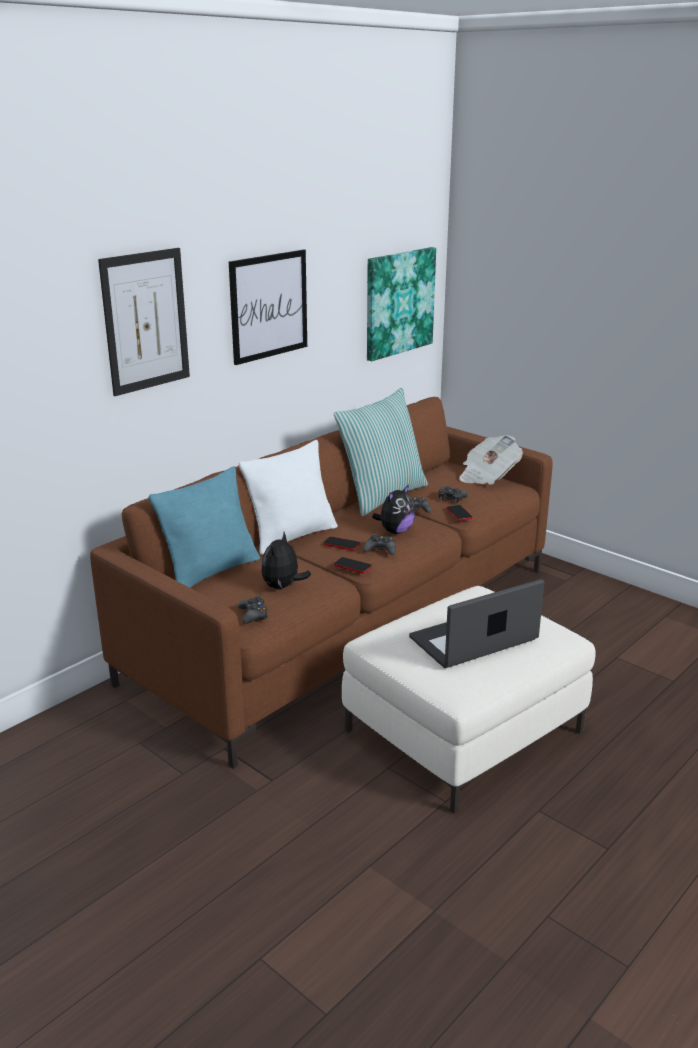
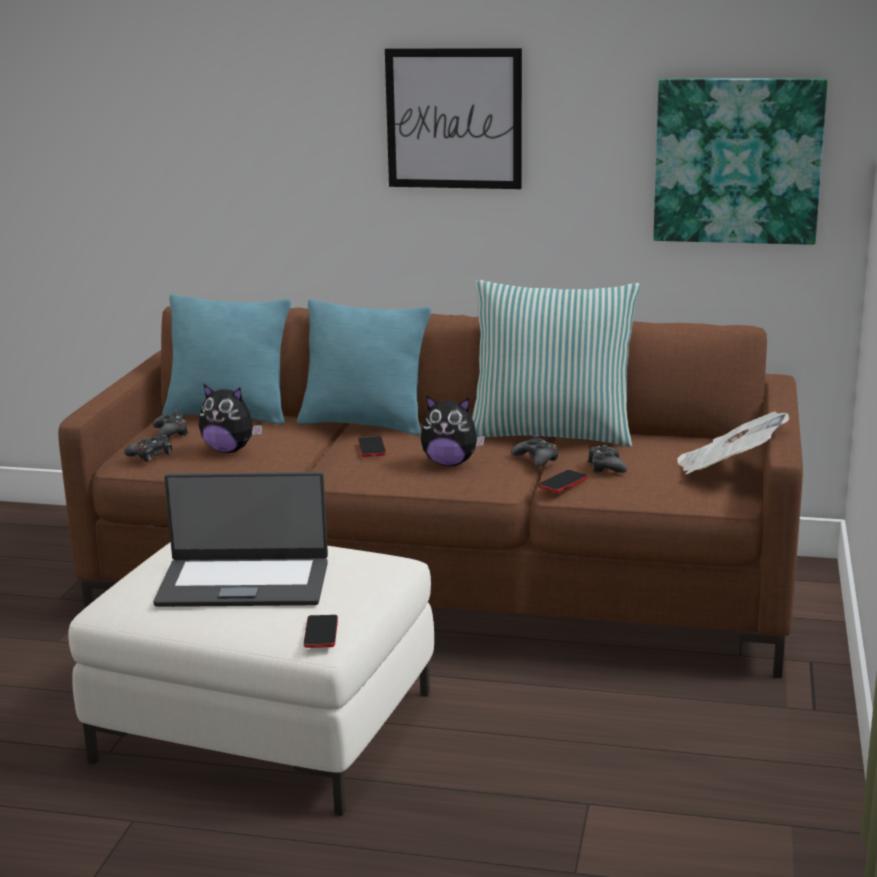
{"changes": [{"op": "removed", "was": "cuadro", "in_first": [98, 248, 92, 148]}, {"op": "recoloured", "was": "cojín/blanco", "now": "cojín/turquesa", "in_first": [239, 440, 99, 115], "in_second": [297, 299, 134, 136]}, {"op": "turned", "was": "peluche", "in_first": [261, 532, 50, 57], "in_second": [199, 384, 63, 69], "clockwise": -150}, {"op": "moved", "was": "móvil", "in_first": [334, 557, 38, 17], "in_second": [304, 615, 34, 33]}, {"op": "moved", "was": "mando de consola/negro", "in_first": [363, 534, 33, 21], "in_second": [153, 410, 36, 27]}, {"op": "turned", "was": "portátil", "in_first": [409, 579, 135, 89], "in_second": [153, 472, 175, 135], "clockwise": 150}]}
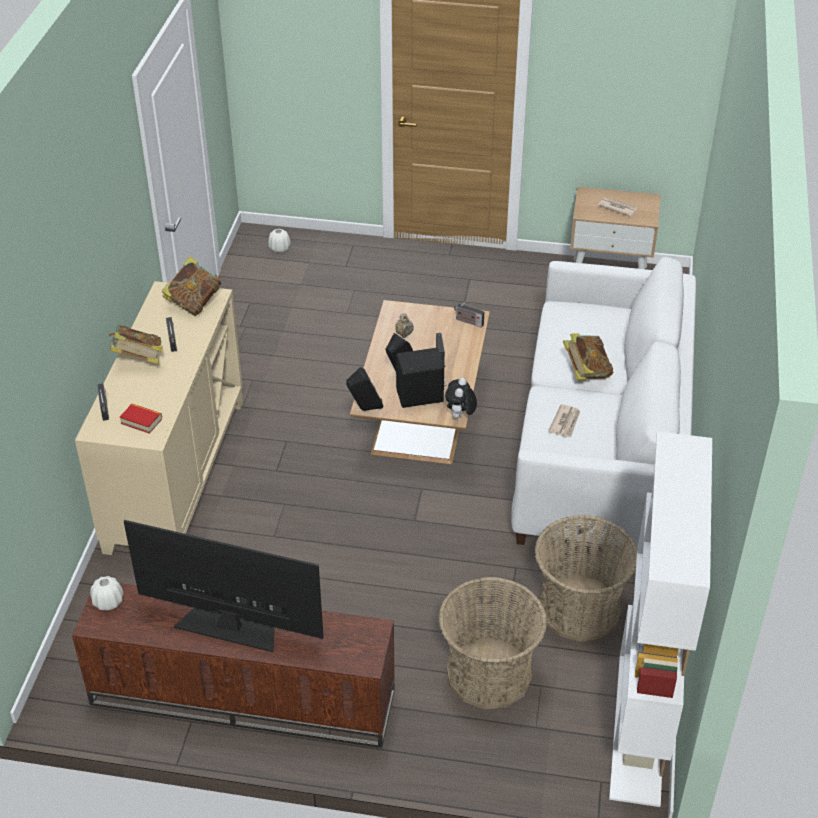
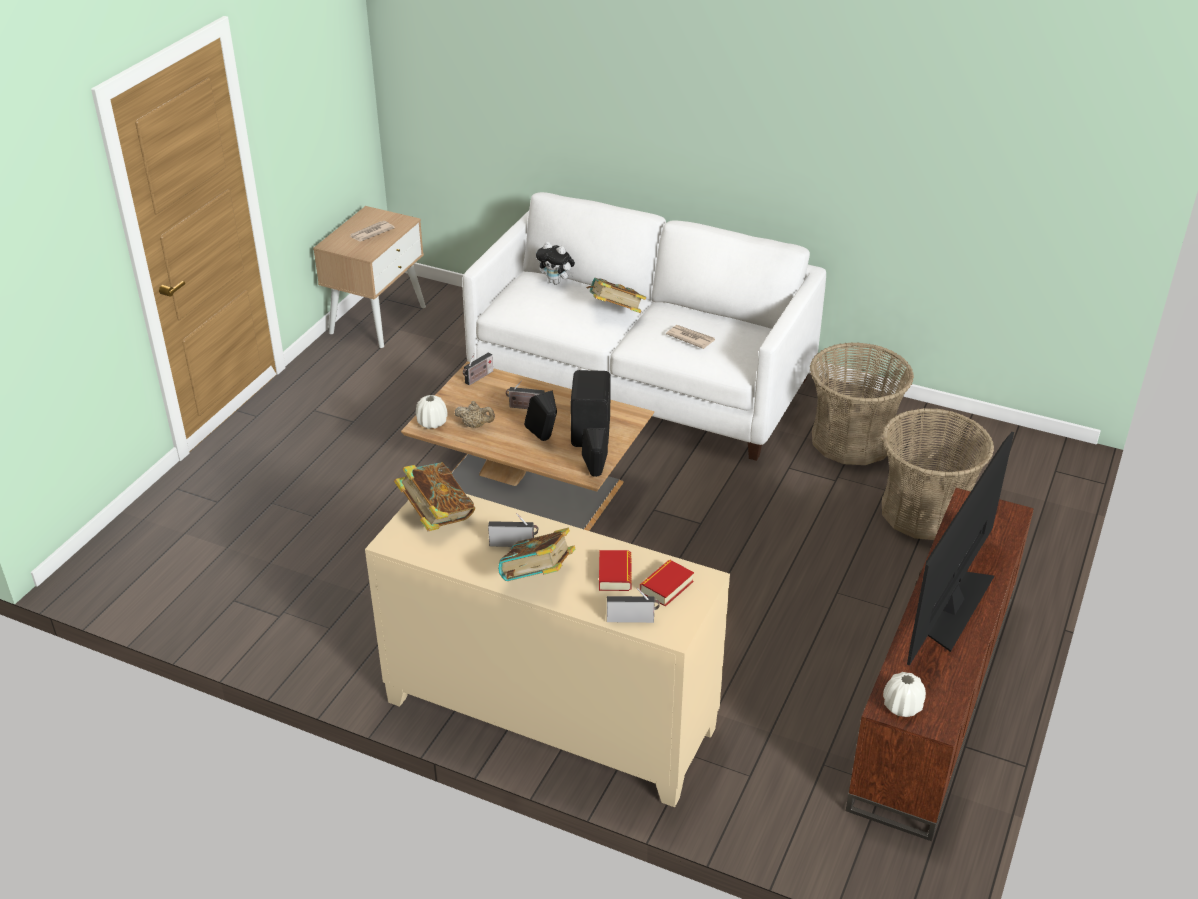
{"changes": [{"op": "moved", "was": "florero/blanco", "in_first": [268, 229, 22, 24], "in_second": [416, 395, 32, 34]}, {"op": "moved", "was": "peluche", "in_first": [445, 378, 32, 40], "in_second": [536, 242, 39, 43]}, {"op": "removed", "was": "estantería/blanco", "in_first": [609, 432, 103, 375]}, {"op": "added", "now": "libro", "in_second": [599, 550, 33, 41]}]}
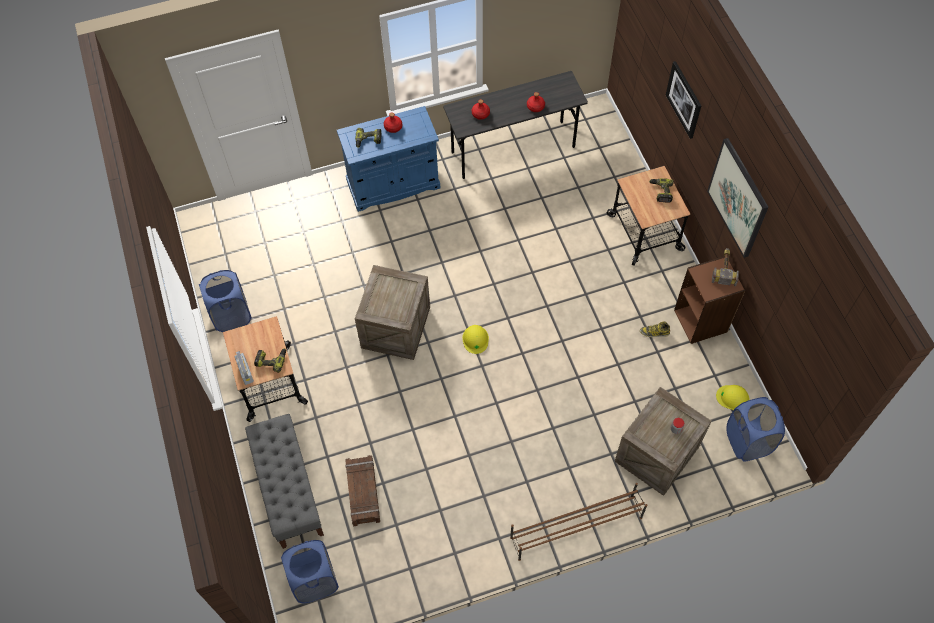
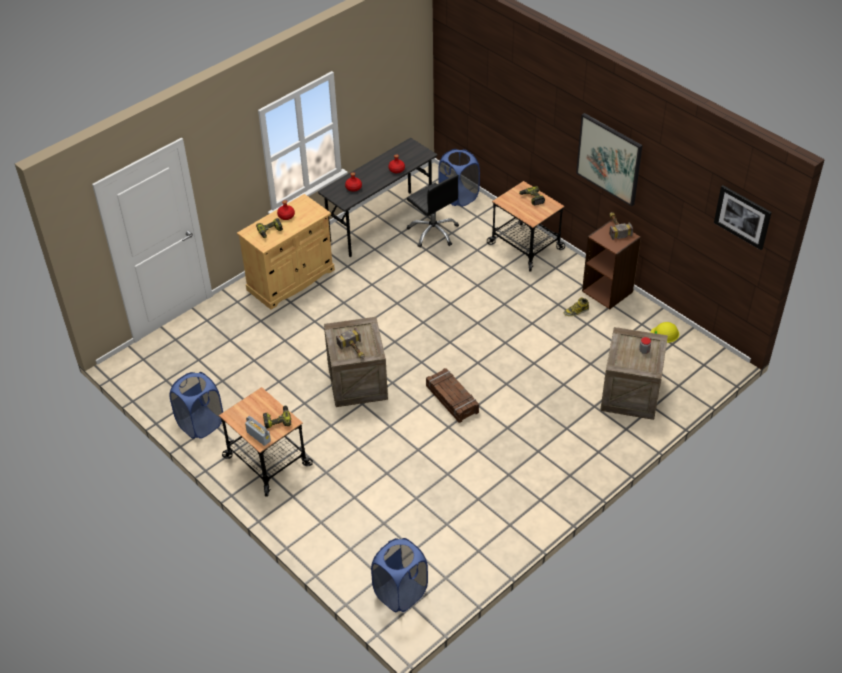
{"changes": [{"op": "removed", "was": "banco/gris", "in_first": [245, 414, 79, 135]}, {"op": "recoloured", "was": "armario/azul", "now": "armario/beis", "in_first": [337, 106, 103, 106], "in_second": [237, 194, 98, 116]}, {"op": "moved", "was": "caja de embalaje", "in_first": [345, 455, 35, 71], "in_second": [426, 368, 53, 55]}, {"op": "removed", "was": "casco/amarillo", "in_first": [462, 325, 27, 29]}, {"op": "removed", "was": "zapatero/marrón", "in_first": [510, 483, 137, 78]}, {"op": "moved", "was": "cuadro", "in_first": [666, 61, 35, 78], "in_second": [714, 185, 58, 65]}, {"op": "moved", "was": "cesto de la ropa/azul", "in_first": [727, 397, 58, 64], "in_second": [438, 149, 42, 58]}, {"op": "added", "now": "martillo", "in_second": [336, 328, 29, 31]}, {"op": "added", "now": "silla de oficina/negro", "in_second": [407, 175, 52, 73]}]}
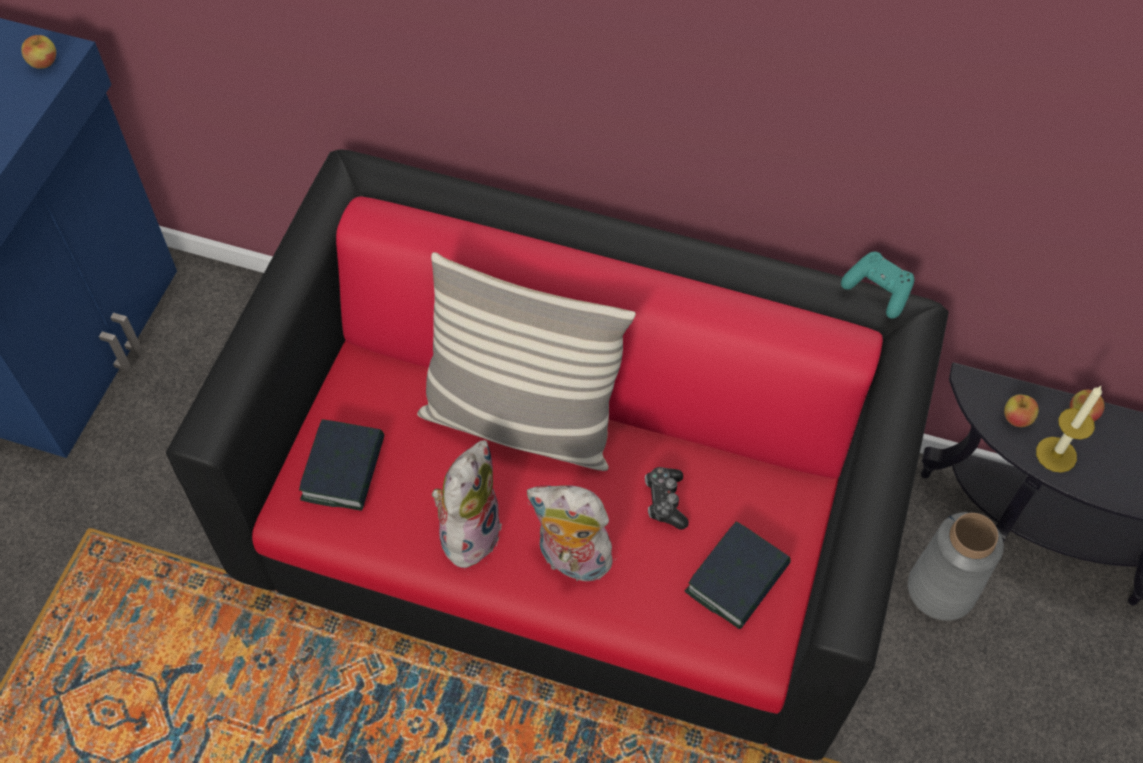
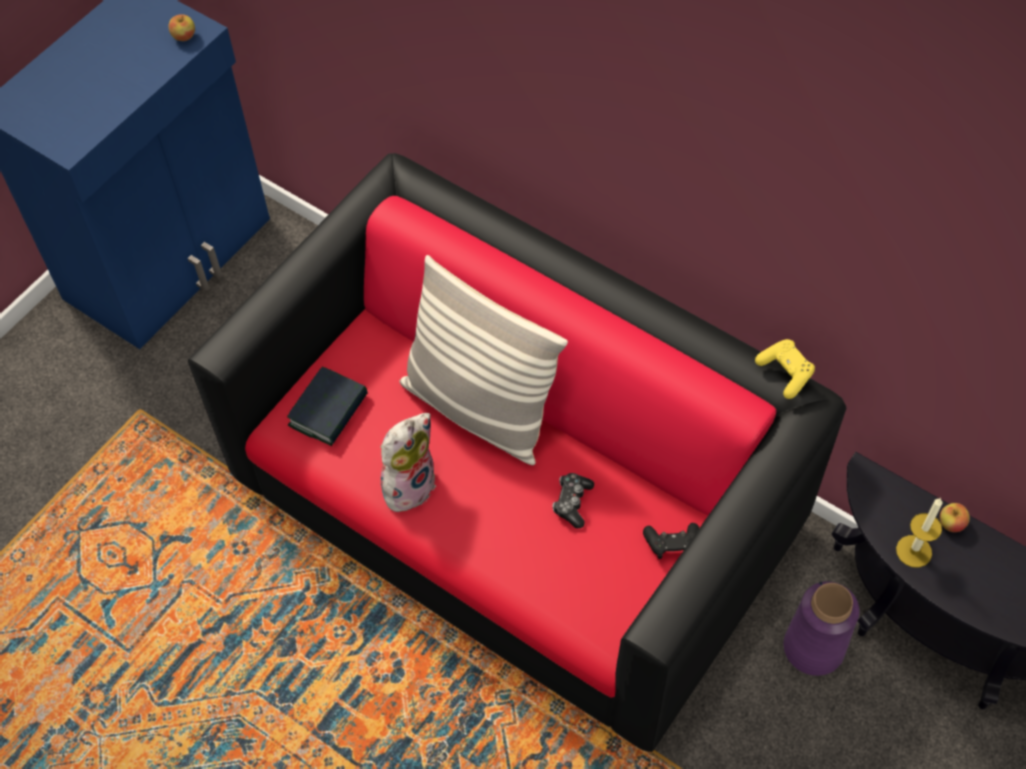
{"changes": [{"op": "removed", "was": "peluche", "in_first": [527, 485, 89, 101]}, {"op": "removed", "was": "libro", "in_first": [685, 521, 106, 108]}, {"op": "recoloured", "was": "mando de consola/turquesa", "now": "mando de consola/amarillo", "in_first": [841, 252, 73, 67], "in_second": [755, 339, 60, 60]}, {"op": "recoloured", "was": "florero/gris", "now": "florero/morado", "in_first": [908, 512, 96, 109], "in_second": [783, 581, 77, 95]}, {"op": "removed", "was": "manzana", "in_first": [1004, 395, 35, 32]}, {"op": "added", "now": "mando de consola/negro", "in_second": [643, 523, 56, 36]}]}
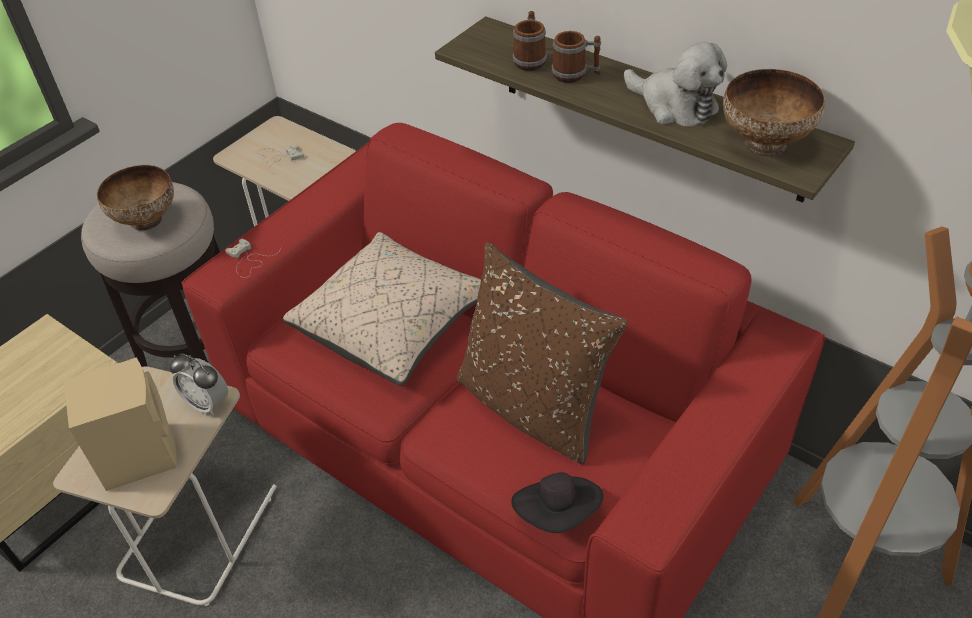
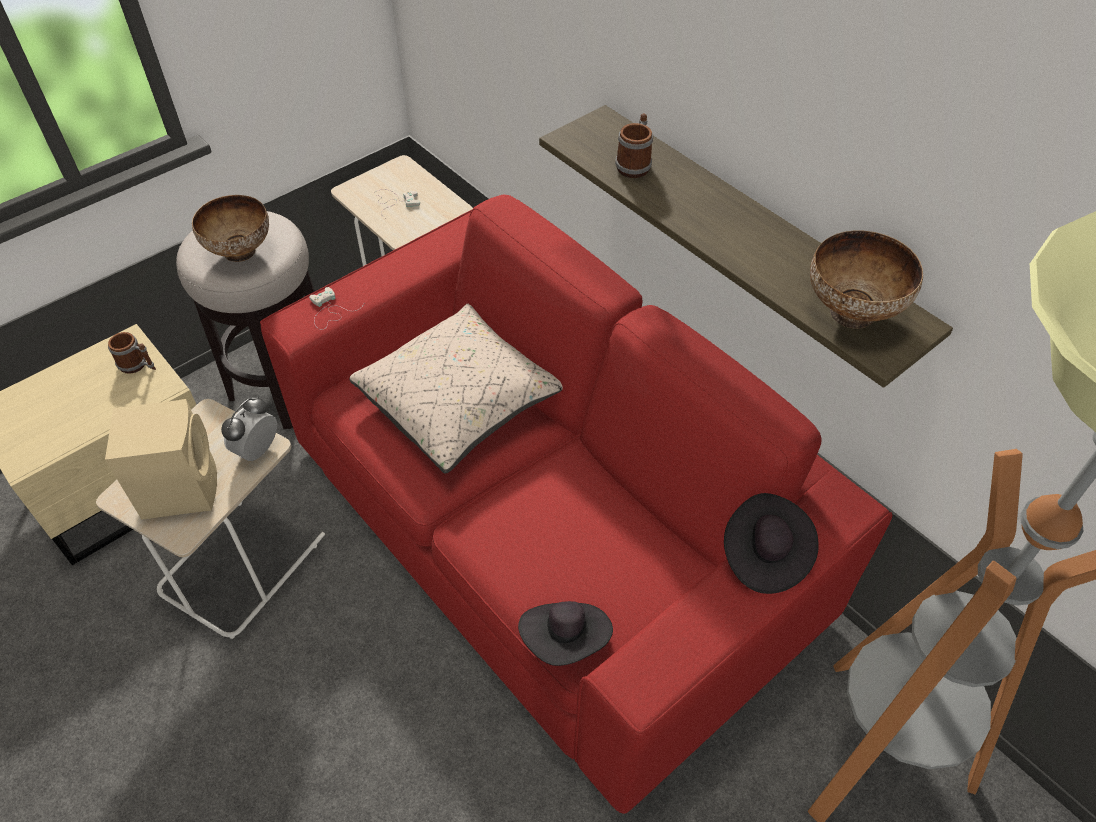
{"changes": [{"op": "turned", "was": "despertador", "in_first": [170, 353, 58, 63], "in_second": [221, 396, 56, 65], "clockwise": 75}, {"op": "removed", "was": "cojín/marrón", "in_first": [457, 242, 170, 223]}, {"op": "moved", "was": "taza grande", "in_first": [551, 31, 50, 52], "in_second": [108, 332, 48, 42]}, {"op": "removed", "was": "peluche", "in_first": [624, 42, 103, 85]}, {"op": "added", "now": "sombrero/negro", "in_second": [724, 493, 95, 101]}]}
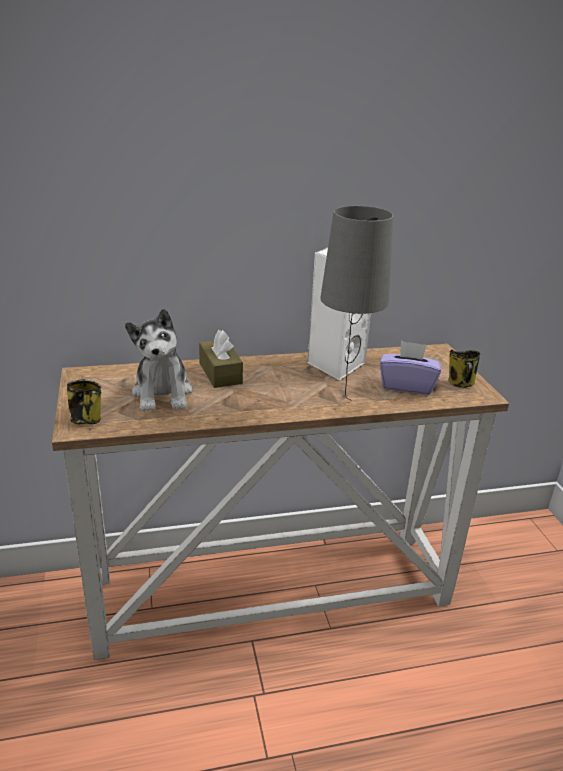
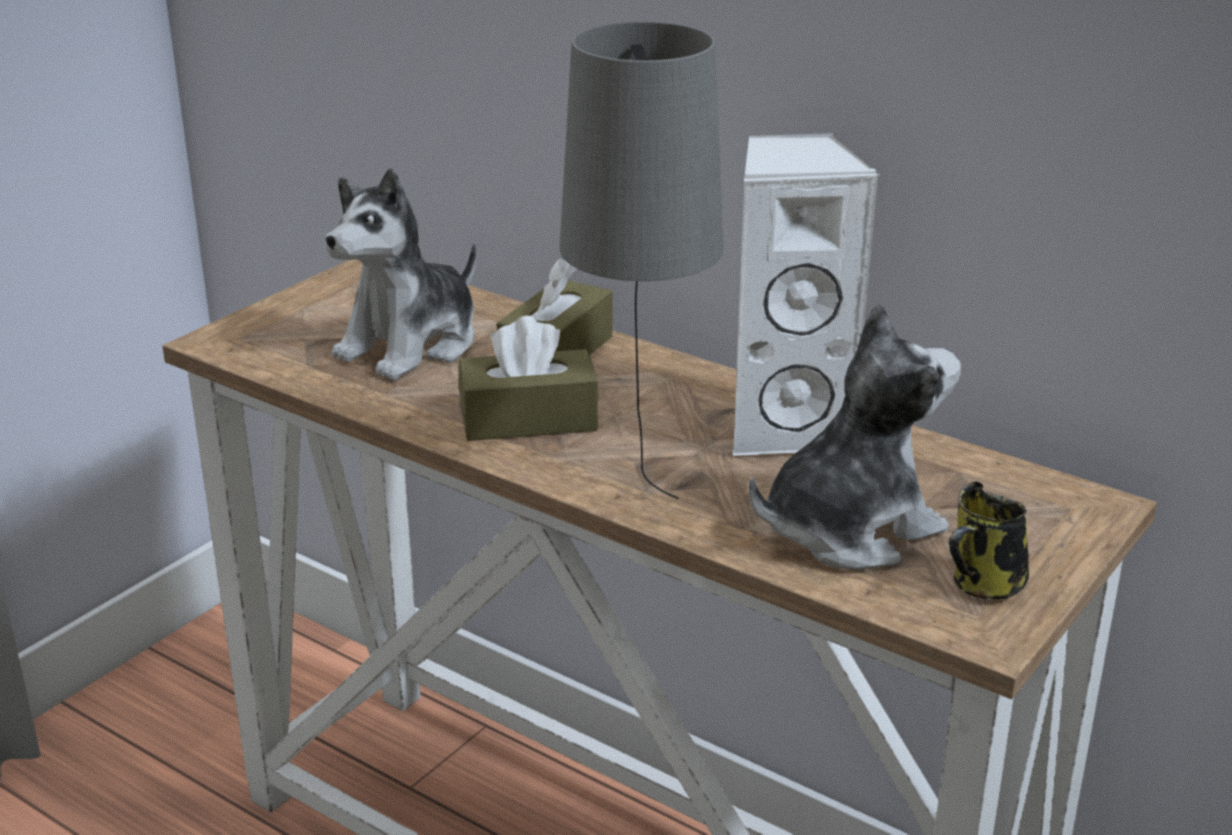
{"changes": [{"op": "removed", "was": "taza grande", "in_first": [67, 379, 35, 45]}, {"op": "replaced", "was": "caja de pañuelos/morado", "now": "peluche", "in_first": [380, 341, 61, 54], "in_second": [749, 302, 212, 268]}, {"op": "added", "now": "caja de pañuelos/marrón", "in_second": [459, 316, 140, 125]}]}
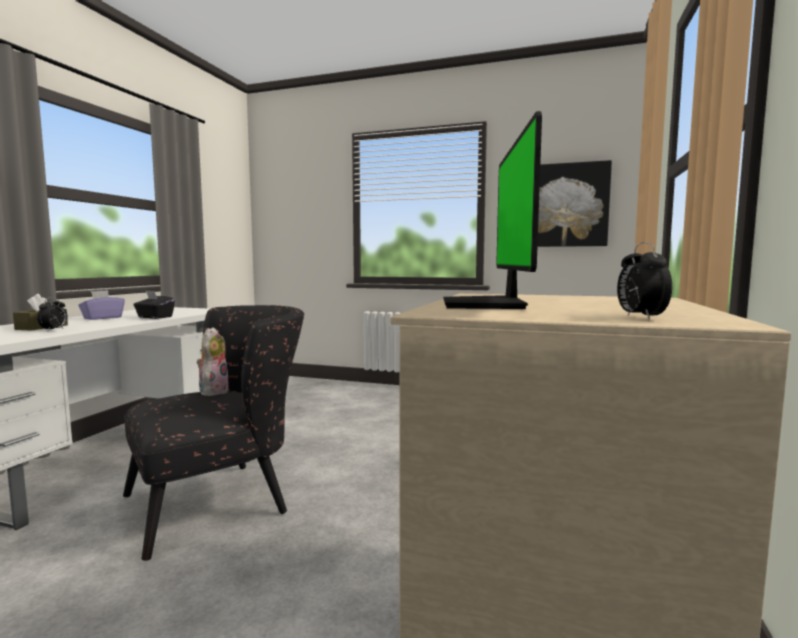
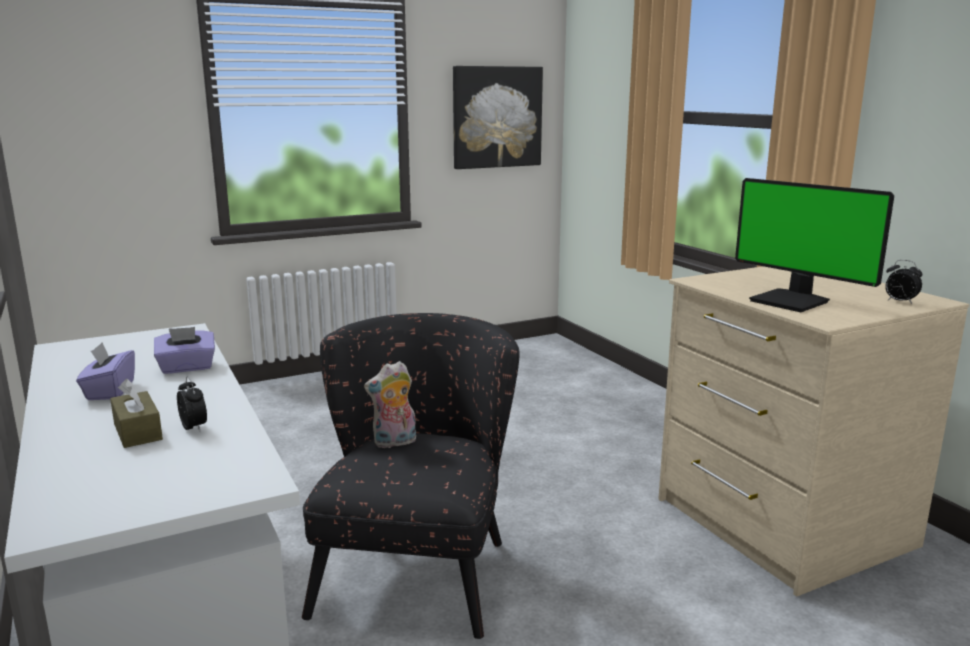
{"changes": [{"op": "recoloured", "was": "caja de pañuelos/negro", "now": "caja de pañuelos/morado", "in_first": [133, 290, 42, 29], "in_second": [154, 327, 61, 47]}, {"op": "turned", "was": "peluche", "in_first": [197, 327, 32, 69], "in_second": [364, 361, 52, 87], "clockwise": -75}]}
